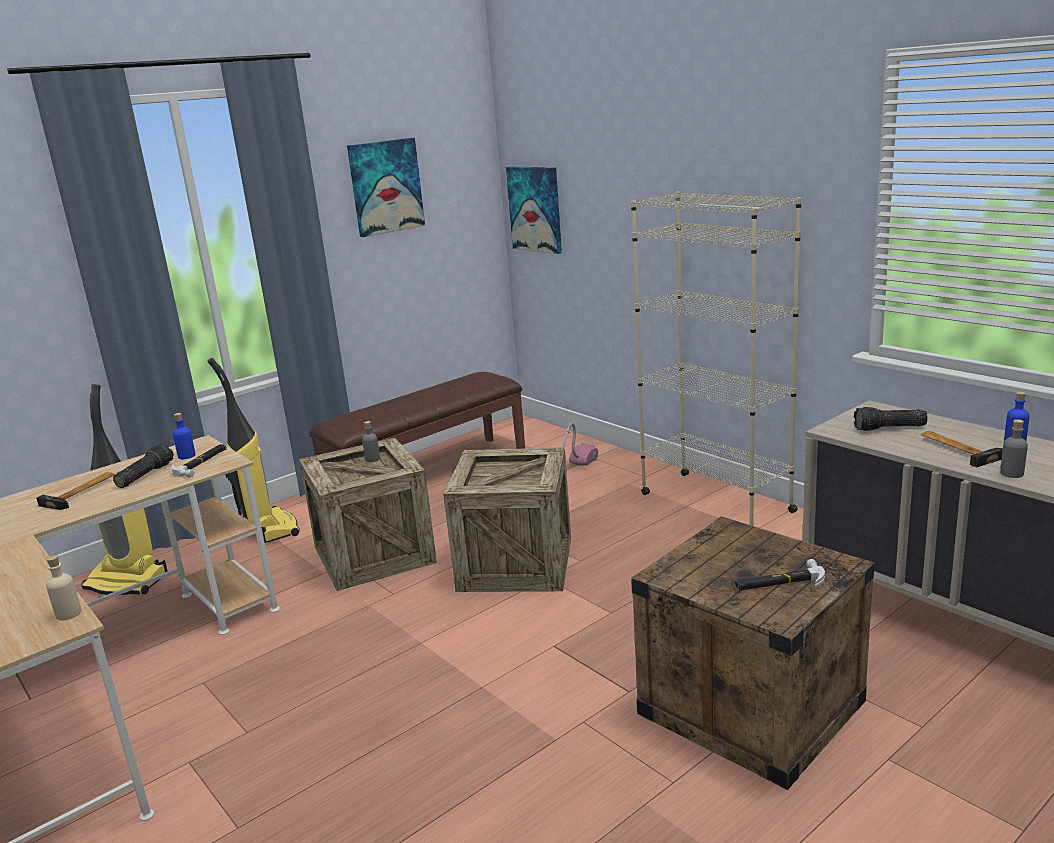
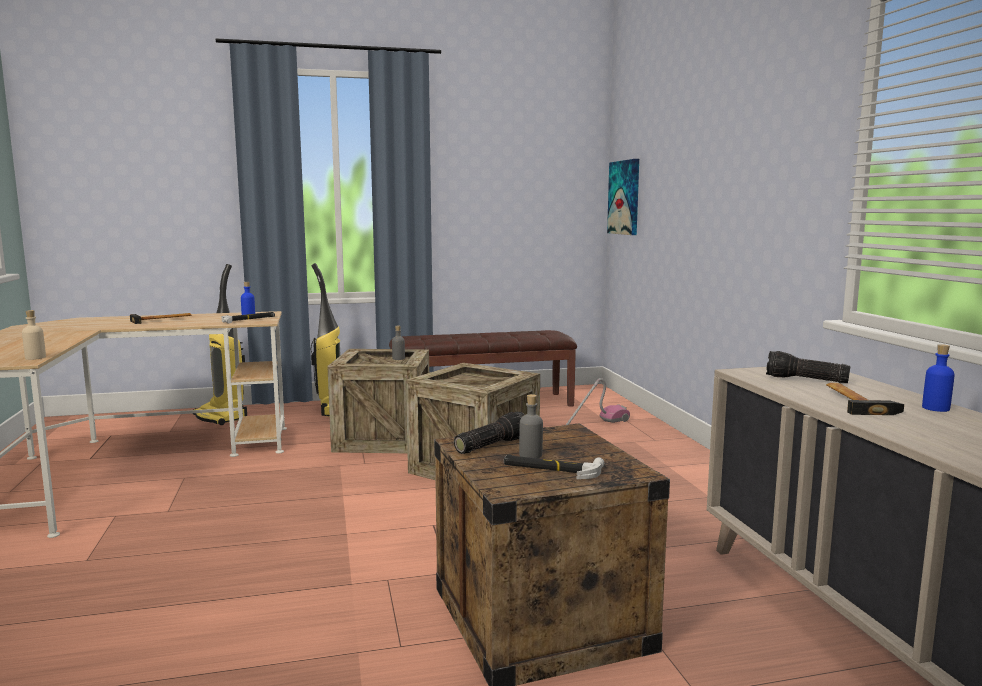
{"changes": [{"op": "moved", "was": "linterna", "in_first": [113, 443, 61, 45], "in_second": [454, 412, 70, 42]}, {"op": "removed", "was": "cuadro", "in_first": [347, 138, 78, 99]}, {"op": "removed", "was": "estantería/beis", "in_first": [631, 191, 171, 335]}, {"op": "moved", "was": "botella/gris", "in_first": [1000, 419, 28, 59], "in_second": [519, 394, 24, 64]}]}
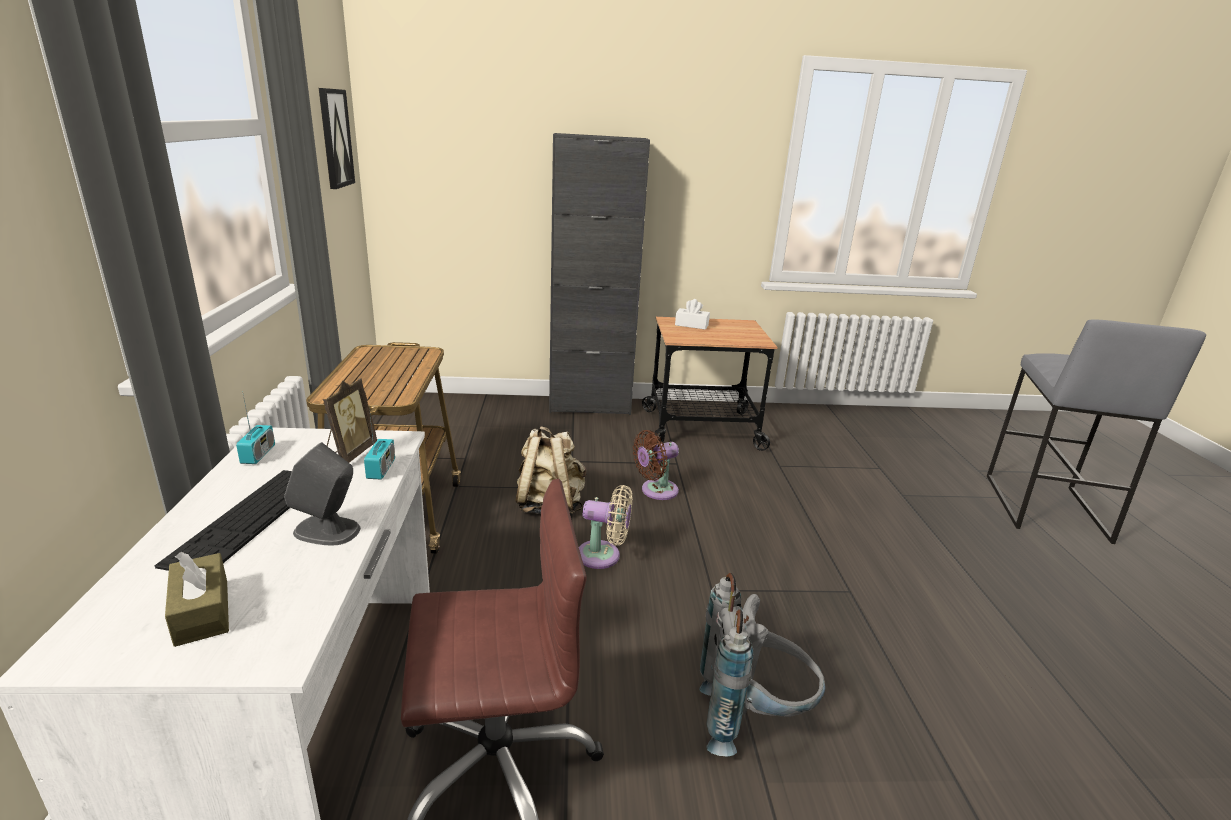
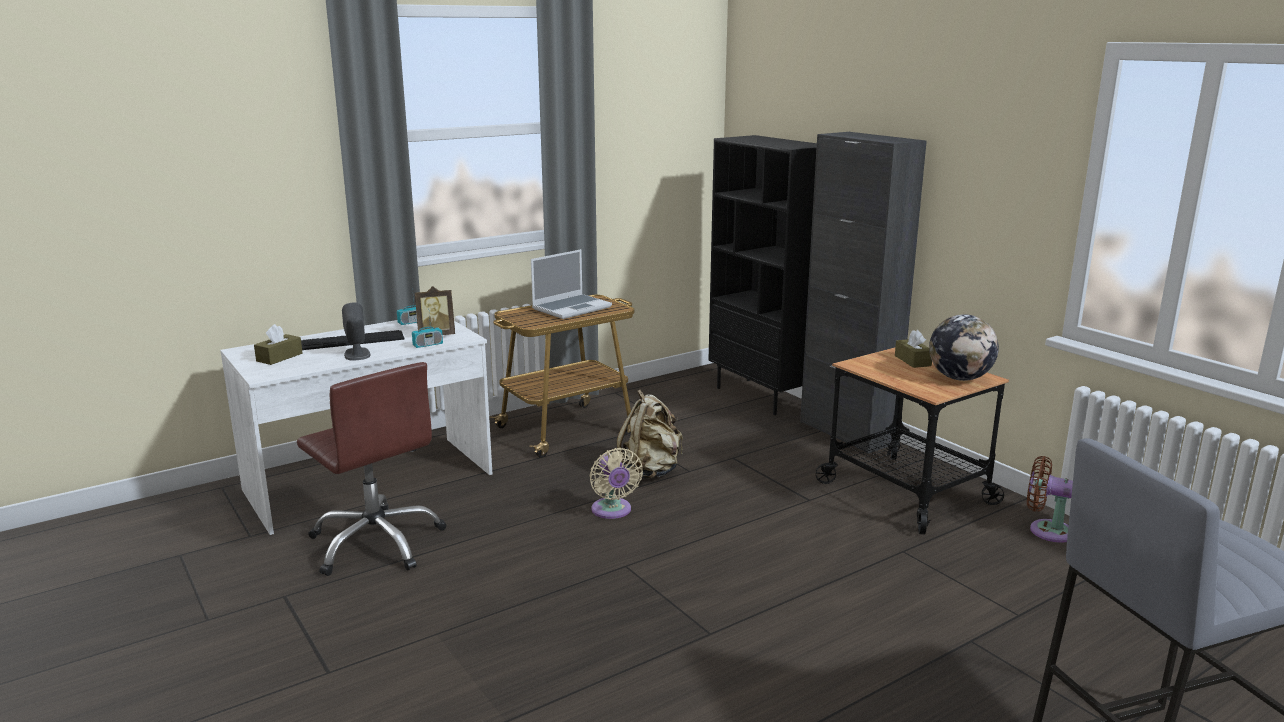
{"changes": [{"op": "removed", "was": "cuadro", "in_first": [319, 88, 36, 101]}, {"op": "moved", "was": "ventilador/marrón", "in_first": [633, 430, 46, 70], "in_second": [1027, 456, 46, 87]}, {"op": "recoloured", "was": "caja de pañuelos/blanco", "now": "caja de pañuelos/marrón", "in_first": [675, 299, 35, 30], "in_second": [895, 330, 37, 38]}, {"op": "removed", "was": "mochila/gris", "in_first": [699, 573, 127, 183]}, {"op": "added", "now": "portátil", "in_second": [531, 249, 81, 70]}, {"op": "added", "now": "estantería/negro", "in_second": [708, 135, 109, 280]}, {"op": "added", "now": "globo terráqueo", "in_second": [929, 314, 70, 67]}]}
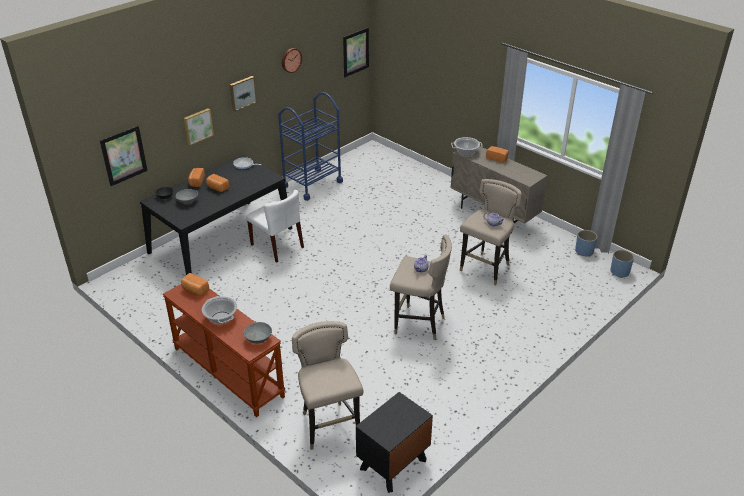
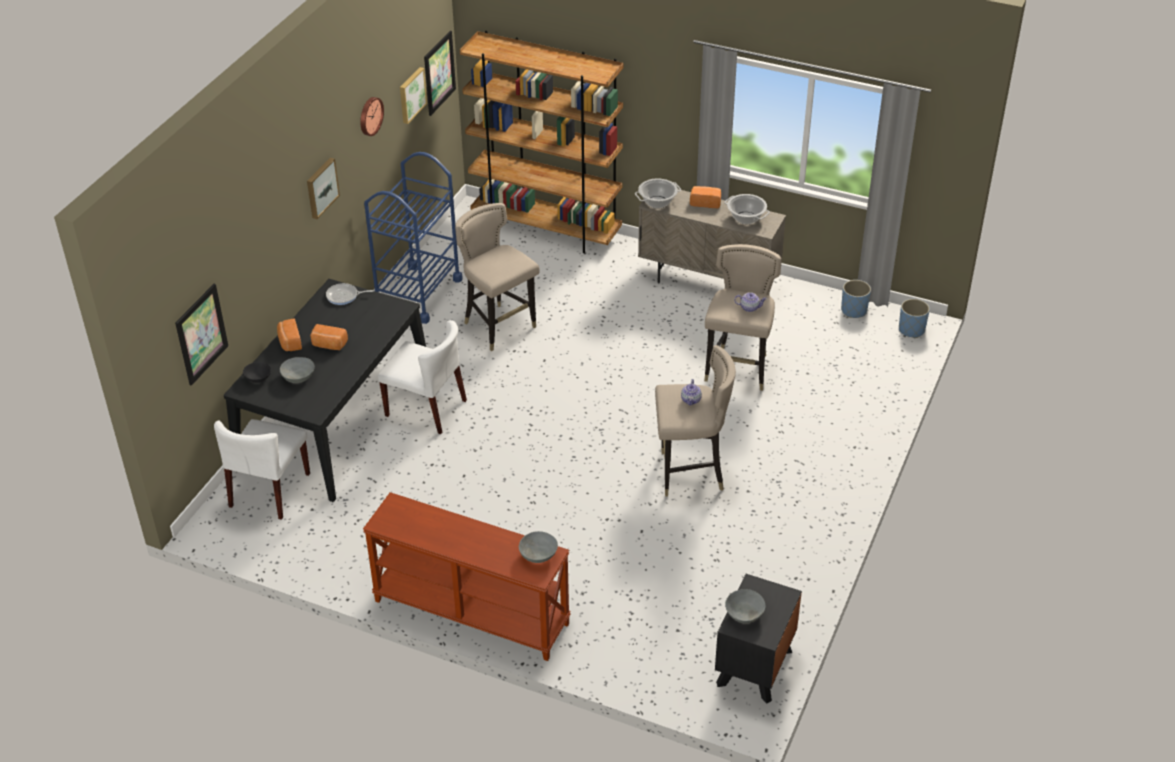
{"changes": [{"op": "removed", "was": "pan", "in_first": [181, 273, 28, 23]}, {"op": "moved", "was": "cuadro", "in_first": [184, 108, 30, 37], "in_second": [400, 67, 27, 57]}, {"op": "moved", "was": "olla", "in_first": [202, 296, 35, 28], "in_second": [724, 194, 46, 30]}, {"op": "moved", "was": "taburete/beis", "in_first": [292, 321, 71, 129], "in_second": [455, 203, 85, 148]}, {"op": "added", "now": "silla/blanco", "in_second": [214, 419, 96, 101]}, {"op": "added", "now": "estantería/marrón", "in_second": [460, 31, 163, 222]}, {"op": "added", "now": "cuenco/gris", "in_second": [725, 589, 41, 35]}]}
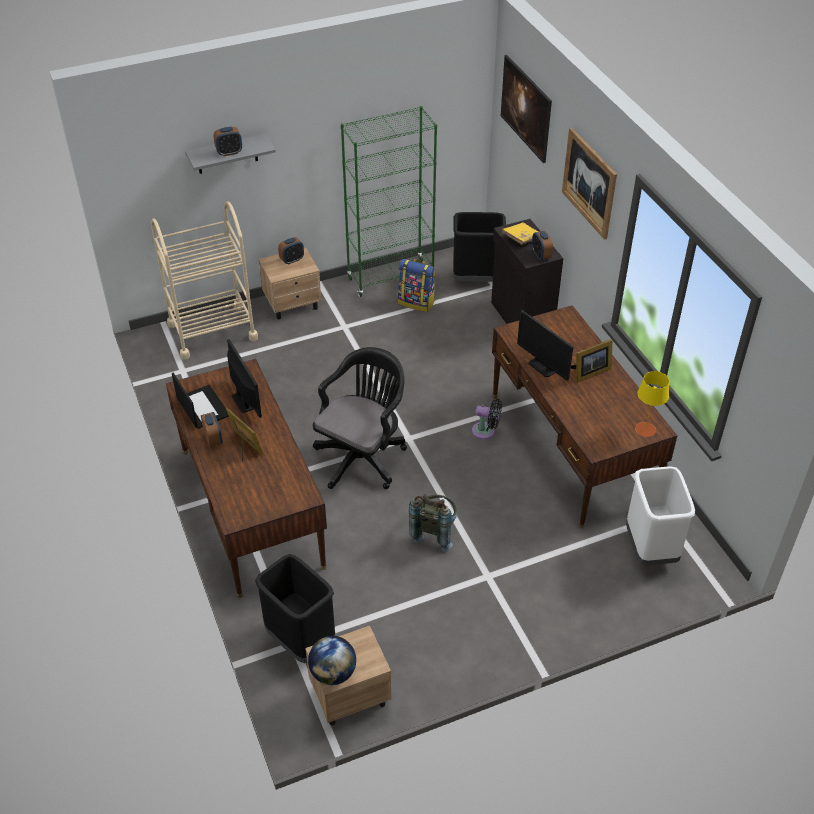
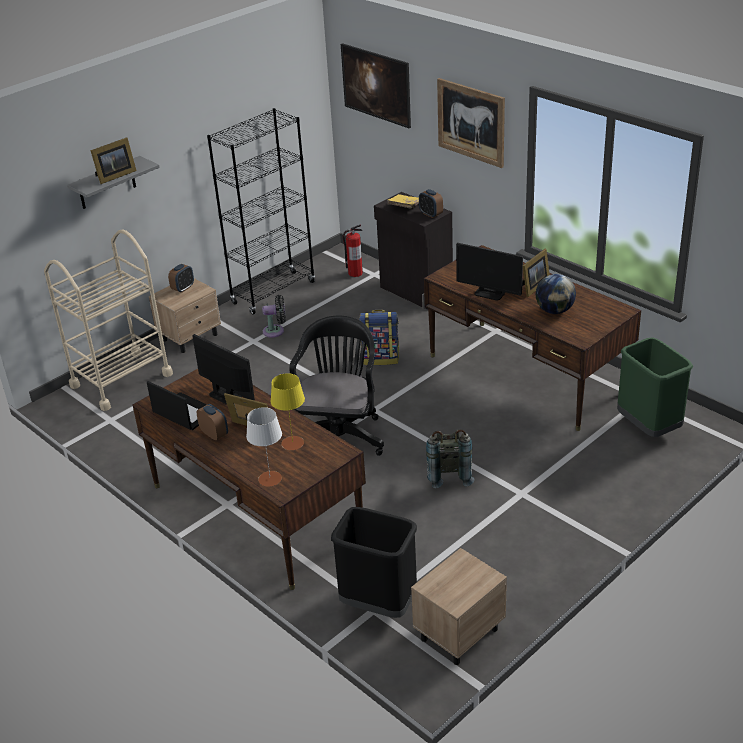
{"changes": [{"op": "replaced", "was": "despertador", "now": "portarretratos", "in_first": [213, 127, 29, 29], "in_second": [90, 137, 47, 47]}, {"op": "moved", "was": "globo terráqueo", "in_first": [308, 636, 48, 49], "in_second": [536, 274, 40, 40]}, {"op": "recoloured", "was": "estantería/verde", "now": "estantería/negro", "in_first": [341, 106, 96, 191], "in_second": [207, 108, 108, 206]}, {"op": "moved", "was": "mochila", "in_first": [398, 259, 37, 53], "in_second": [359, 310, 41, 55]}, {"op": "replaced", "was": "papelera/negro", "now": "extintor", "in_first": [453, 212, 53, 70], "in_second": [343, 224, 20, 53]}, {"op": "moved", "was": "ventilador/negro", "in_first": [472, 399, 30, 40], "in_second": [262, 295, 24, 43]}, {"op": "recoloured", "was": "papelera/blanco", "now": "papelera/verde", "in_first": [626, 466, 69, 99], "in_second": [617, 337, 76, 100]}, {"op": "moved", "was": "lámpara de mesa/amarillo", "in_first": [635, 371, 34, 66], "in_second": [271, 373, 34, 77]}, {"op": "added", "now": "lámpara de mesa/blanco", "in_second": [246, 407, 36, 80]}]}
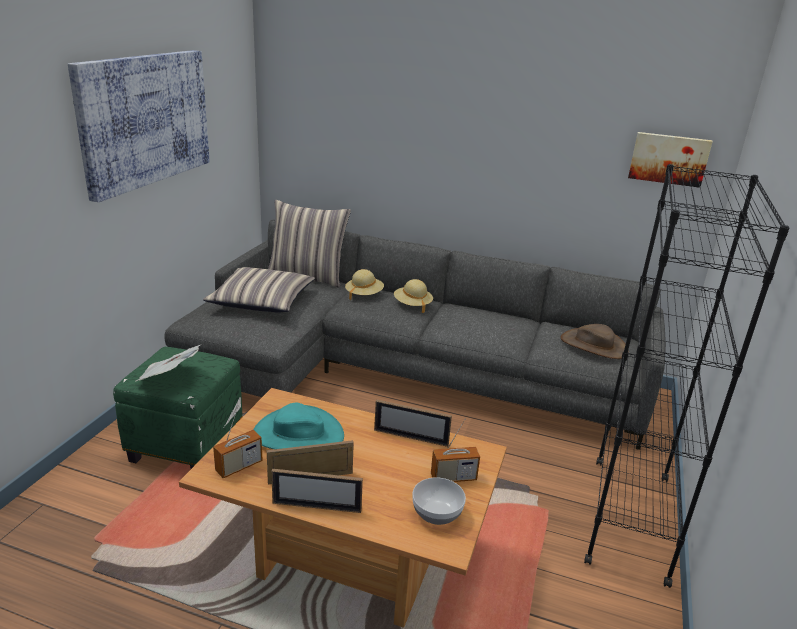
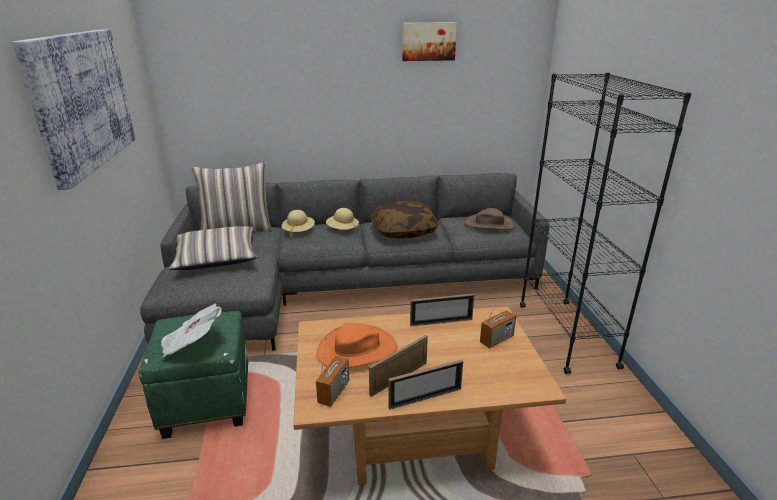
{"changes": [{"op": "recoloured", "was": "sombrero/turquesa", "now": "sombrero/naranja", "in_first": [253, 403, 91, 46], "in_second": [316, 323, 81, 45]}, {"op": "removed", "was": "cuenco", "in_first": [412, 477, 54, 48]}, {"op": "moved", "was": "cuadro", "in_first": [628, 132, 85, 56], "in_second": [402, 23, 55, 38]}, {"op": "added", "now": "cojín", "in_second": [370, 201, 69, 38]}]}
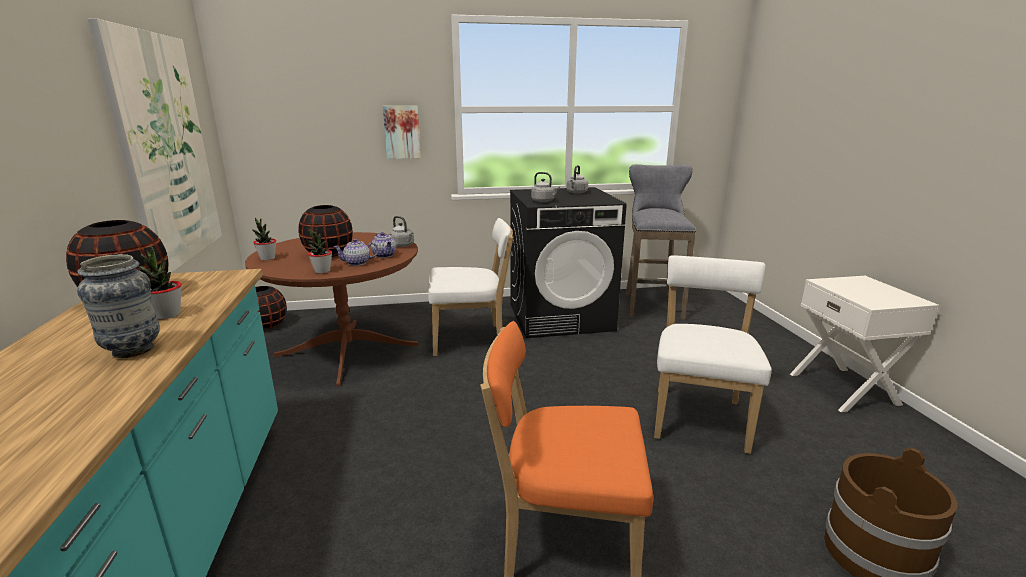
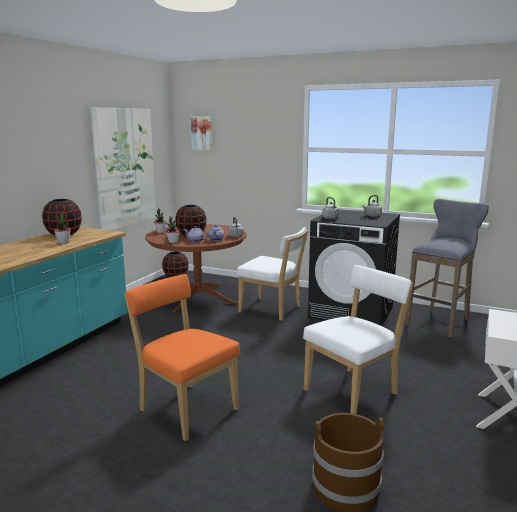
{"changes": [{"op": "removed", "was": "florero", "in_first": [77, 254, 83, 104]}, {"op": "moved", "was": "cuadro", "in_first": [383, 106, 38, 53], "in_second": [191, 116, 21, 35]}]}
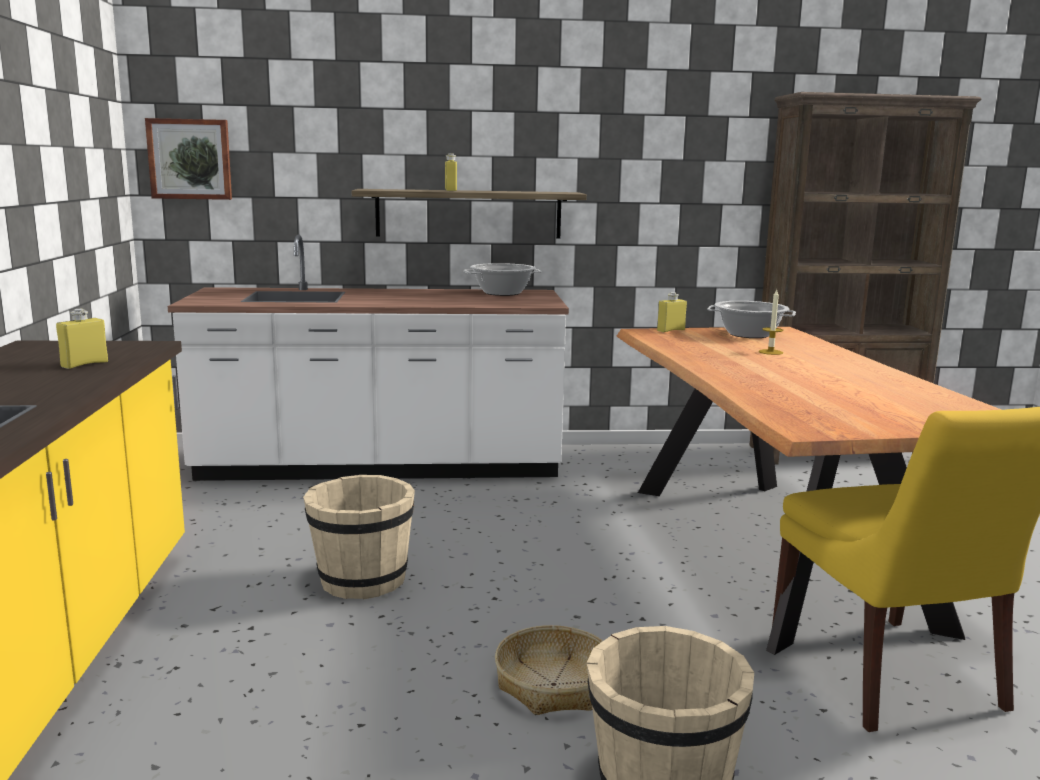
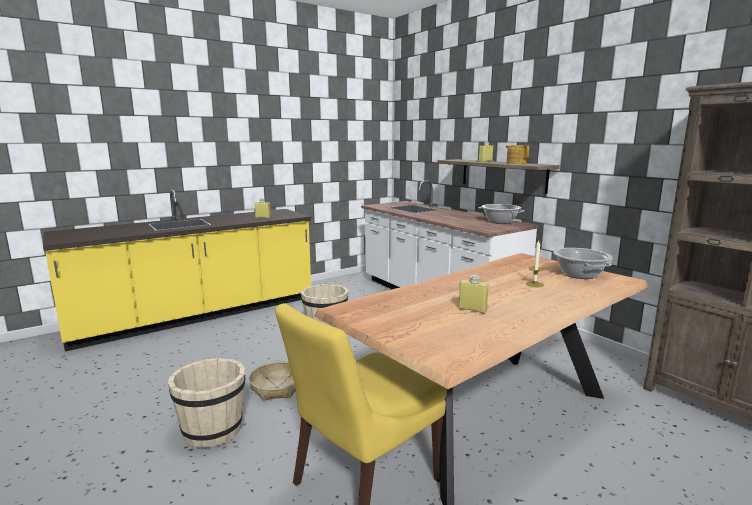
{"changes": [{"op": "removed", "was": "cuadro", "in_first": [145, 118, 87, 82]}, {"op": "moved", "was": "botella/amarillo", "in_first": [657, 292, 30, 40], "in_second": [459, 275, 30, 39]}, {"op": "added", "now": "tetera", "in_second": [506, 145, 23, 19]}]}
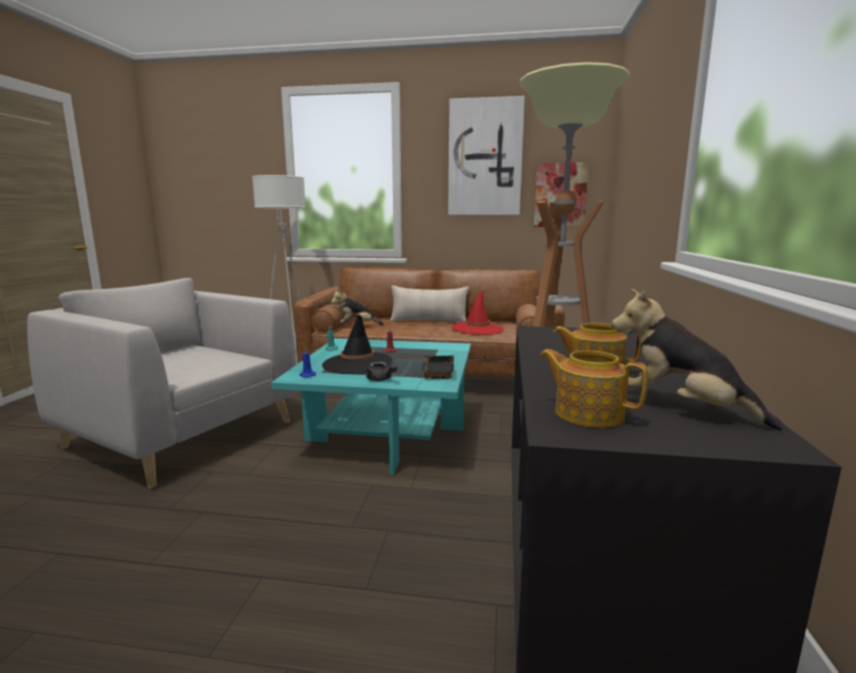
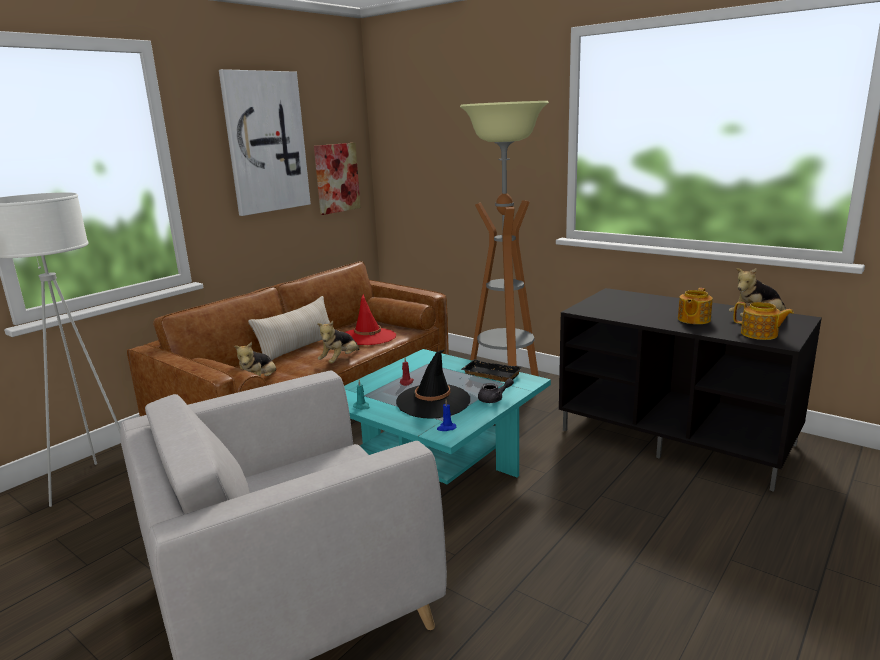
{"changes": [{"op": "turned", "was": "tetera", "in_first": [540, 349, 108, 79], "in_second": [733, 302, 61, 38], "clockwise": -120}, {"op": "added", "now": "peluche", "in_second": [317, 321, 42, 42]}]}
